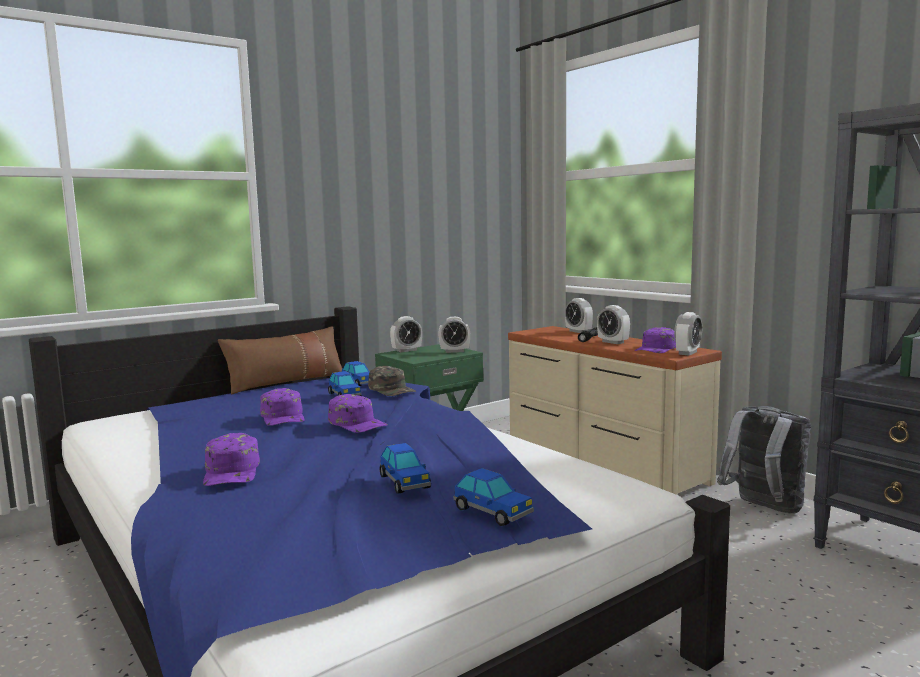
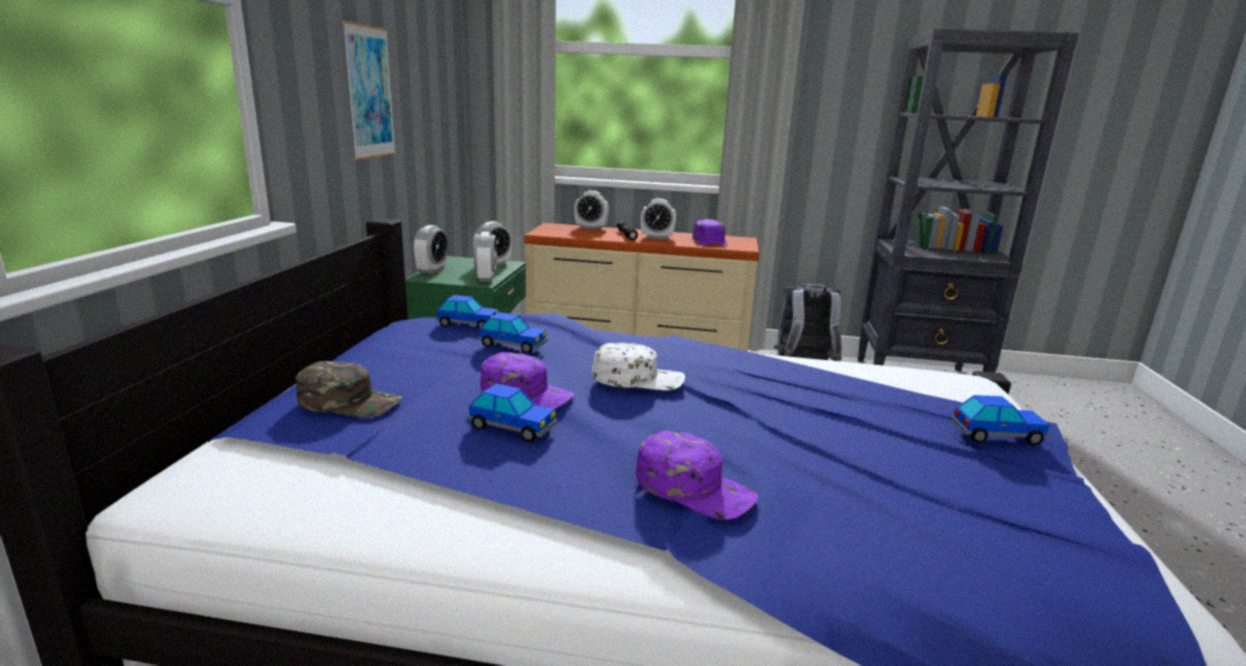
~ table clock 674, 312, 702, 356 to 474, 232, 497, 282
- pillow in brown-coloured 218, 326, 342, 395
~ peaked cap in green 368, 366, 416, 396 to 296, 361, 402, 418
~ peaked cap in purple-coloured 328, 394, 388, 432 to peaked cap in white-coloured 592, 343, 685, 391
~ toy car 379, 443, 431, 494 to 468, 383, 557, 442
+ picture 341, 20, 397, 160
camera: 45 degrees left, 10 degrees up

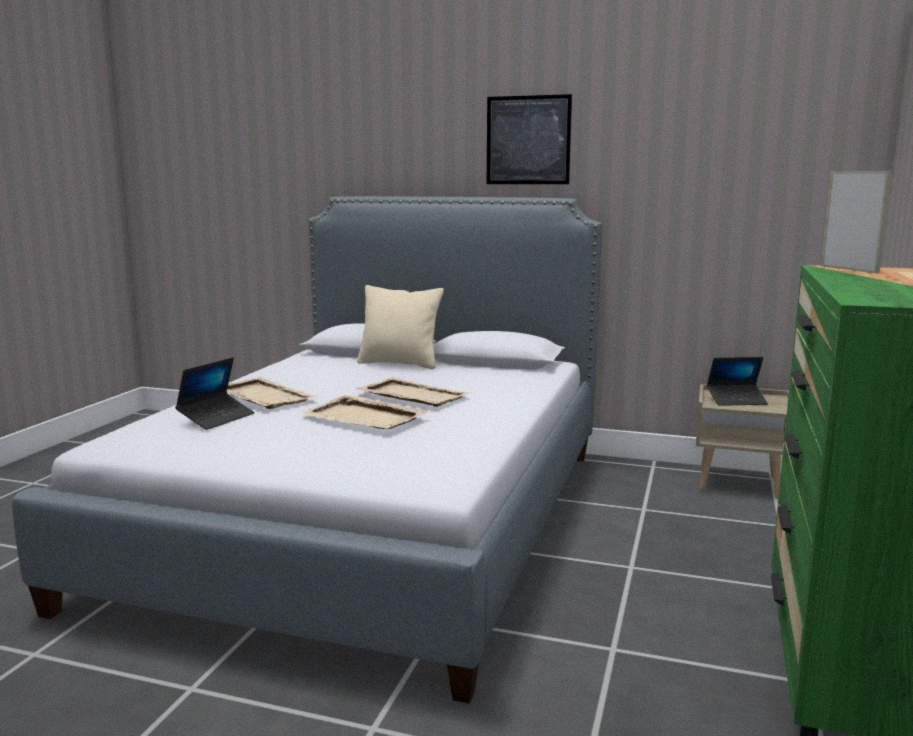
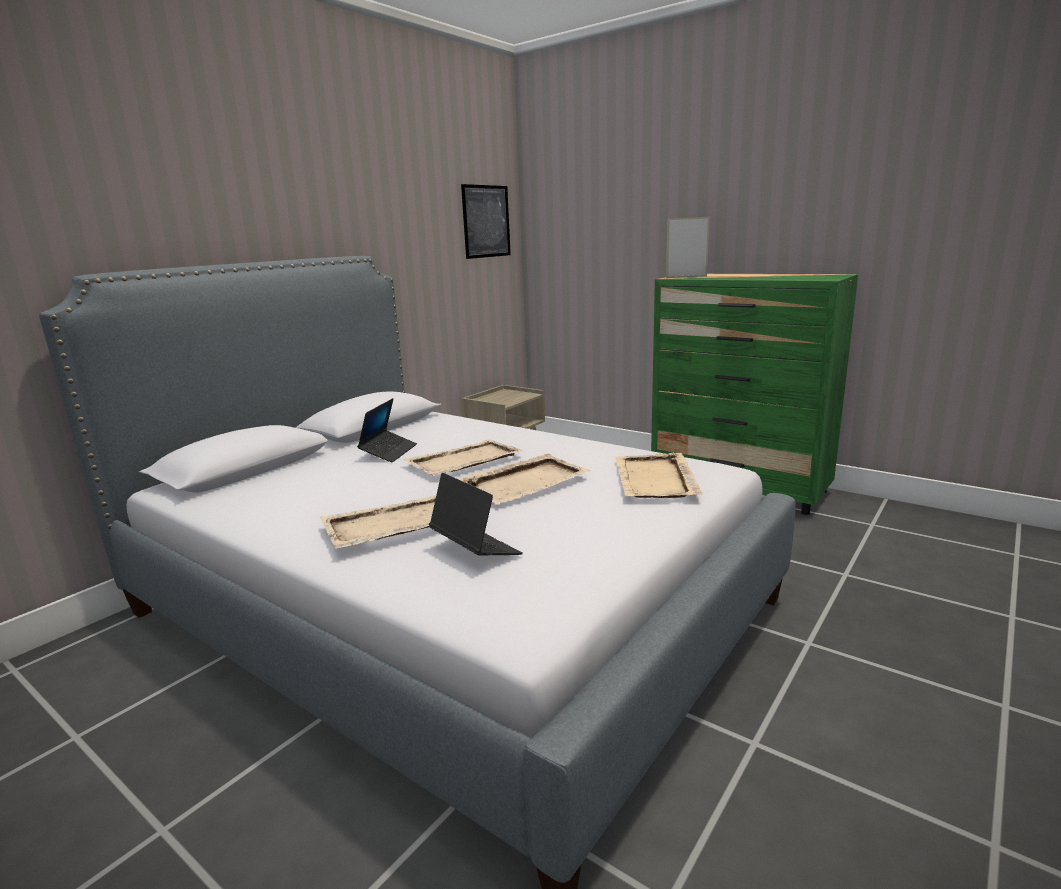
~ picture 487, 94, 572, 184 to 461, 184, 511, 259
- pillow in sand-coloured 357, 285, 444, 369
~ portable computer 707, 357, 768, 406 to 357, 398, 417, 462
+ carrying tray in sand-coloured 615, 453, 703, 498
camera: 70 degrees left, 5 degrees up

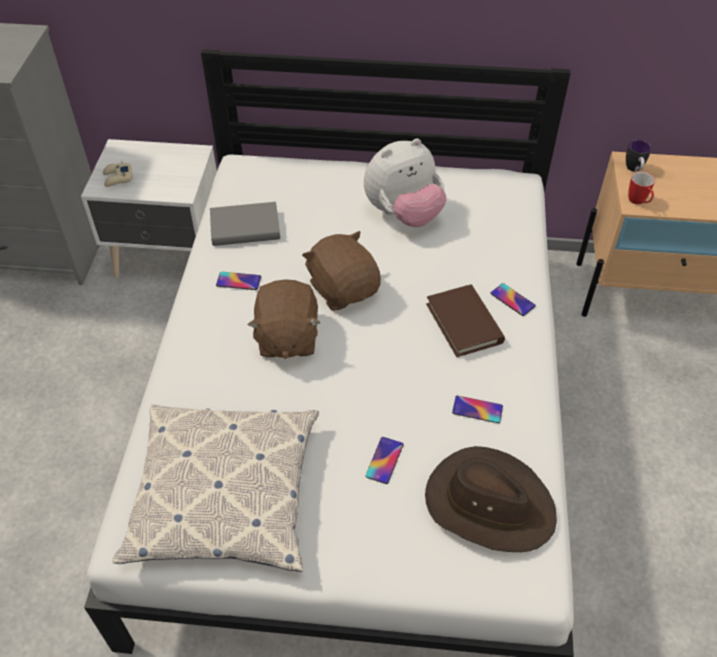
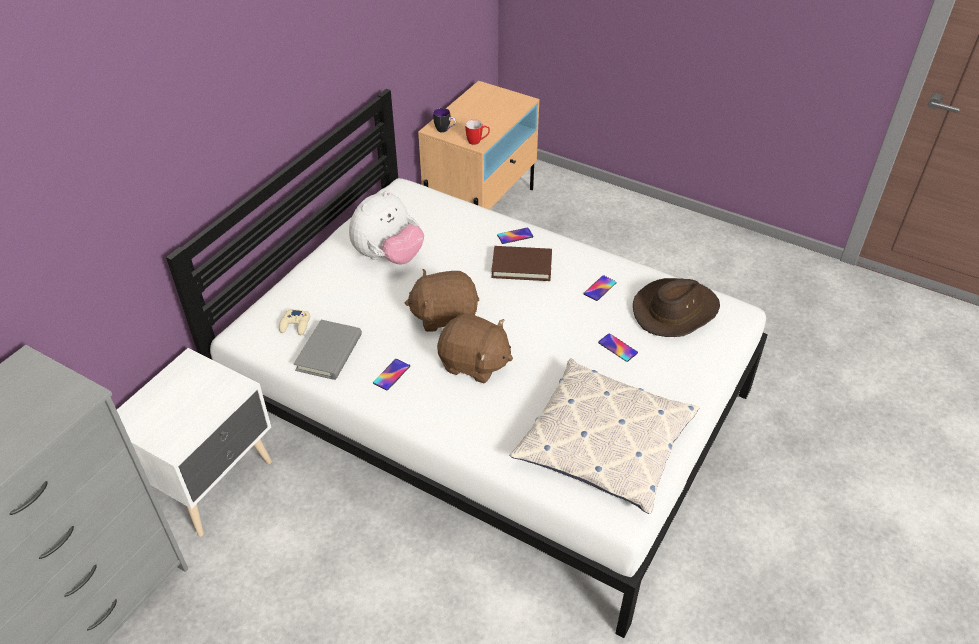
~ soft toy 364, 138, 446, 227 = 349, 190, 424, 264 45 degrees clockwise
~ gamepad in sand-coloured 103, 161, 133, 187 to 279, 309, 310, 335
camera: 65 degrees left, 5 degrees down

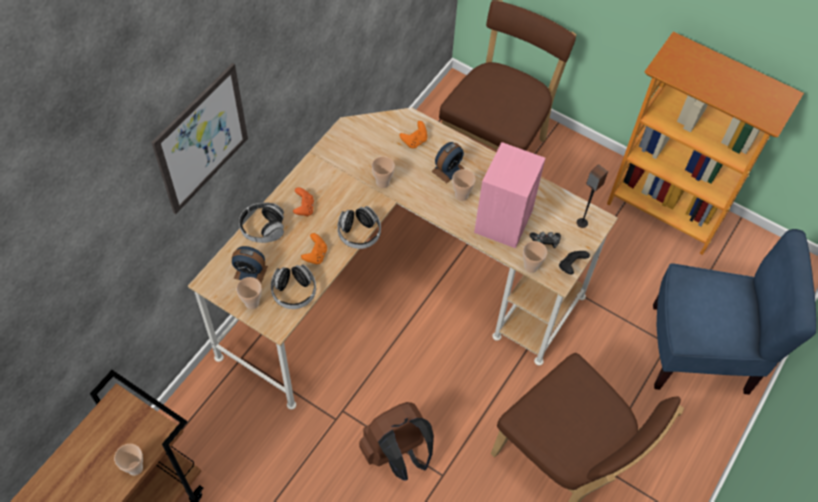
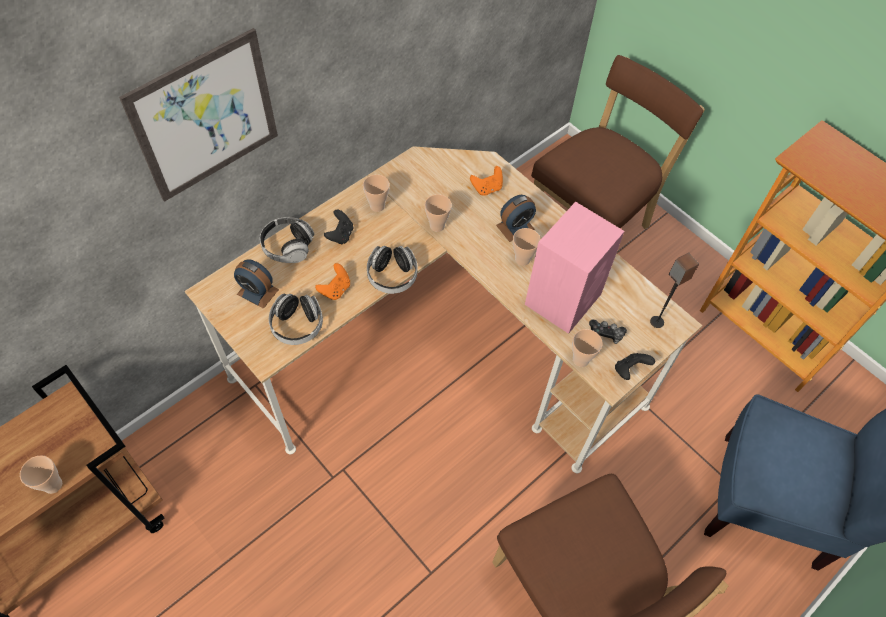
~ gamepad in orange-coloured 293, 187, 314, 216 to gamepad in blackish 324, 209, 353, 244
~ small cup 236, 277, 262, 309 to 363, 175, 390, 212
- backpack in brown-coloured 359, 402, 434, 480
camera: 15 degrees right, 0 degrees up

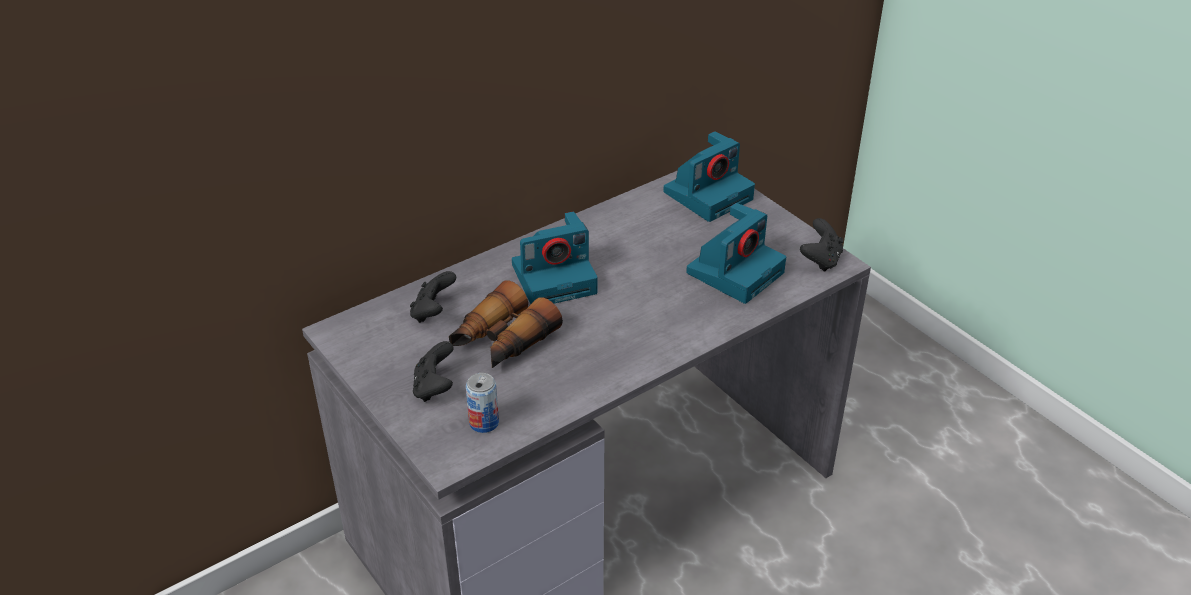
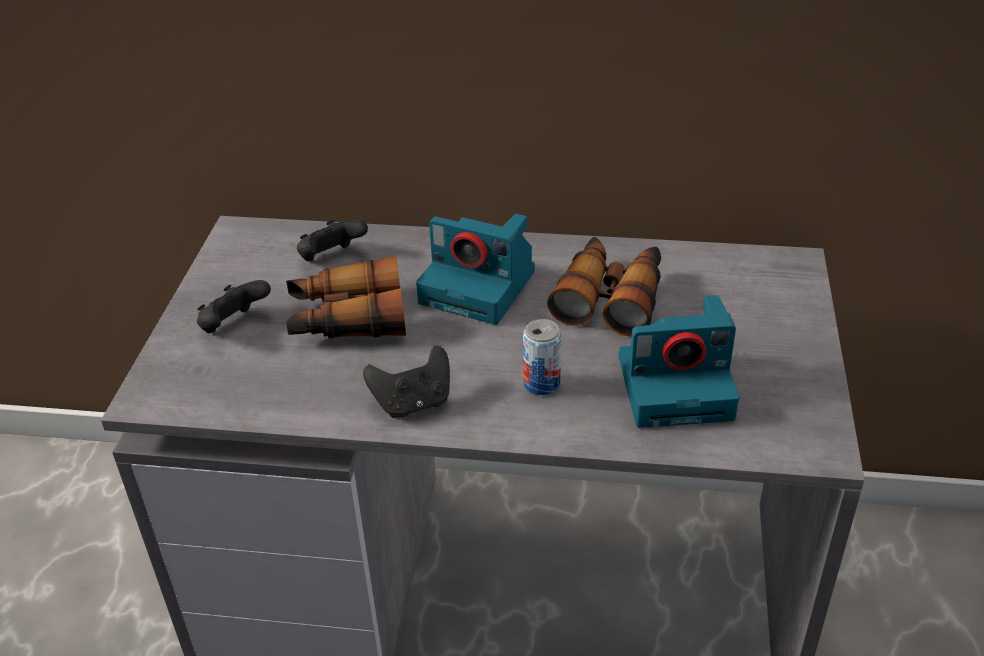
- still camera 663, 131, 755, 222
~ gamepad in blackish 800, 218, 843, 272 to 363, 346, 450, 418
~ sealed can 466, 373, 499, 433 to 523, 319, 561, 395
+ pair of binoculars 547, 237, 661, 336
camera: 45 degrees right, 0 degrees up

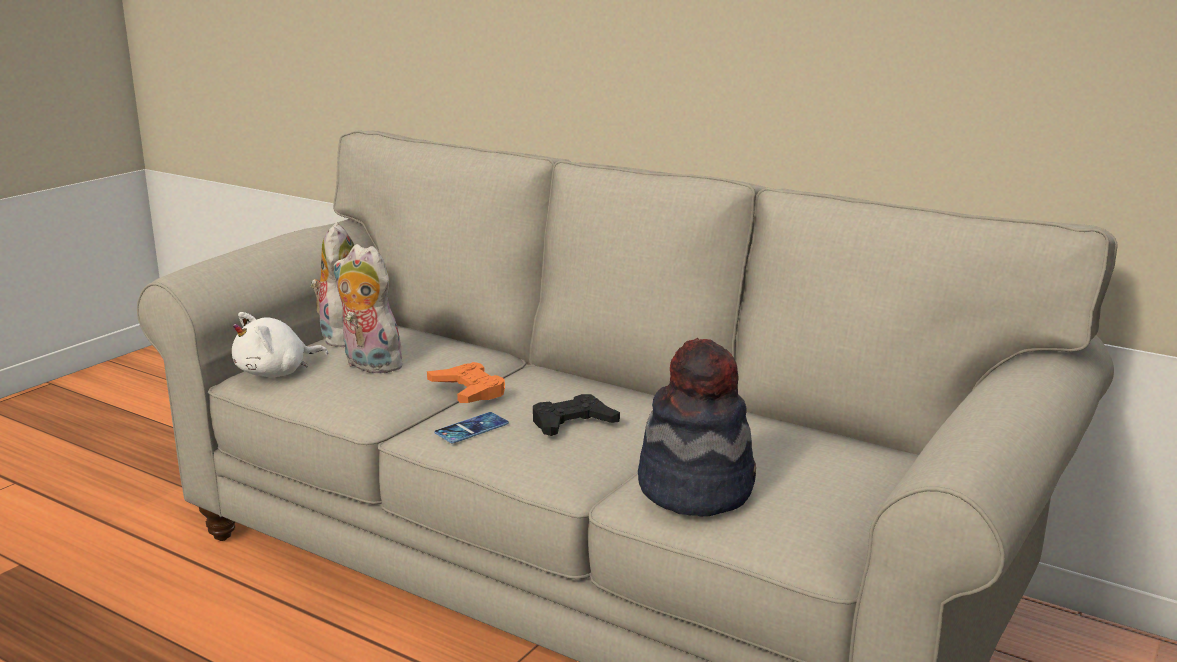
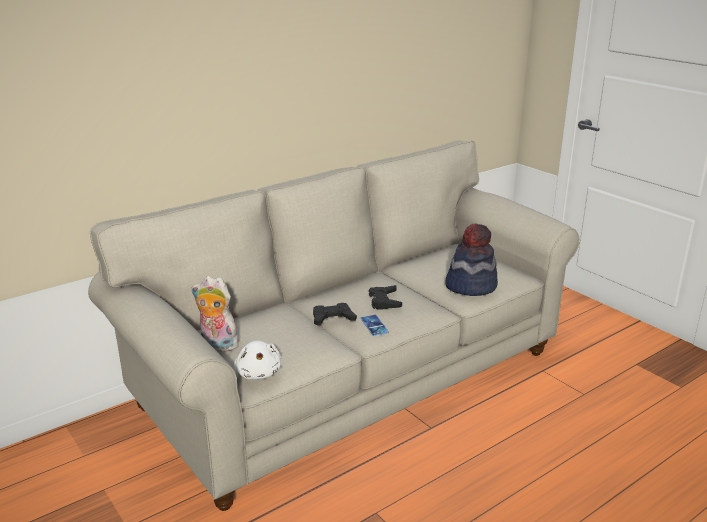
- soft toy 333, 244, 409, 373
~ gamepad in orange-coloured 427, 362, 505, 403 to gamepad in blackish 313, 303, 357, 325
camera: 70 degrees left, 5 degrees up

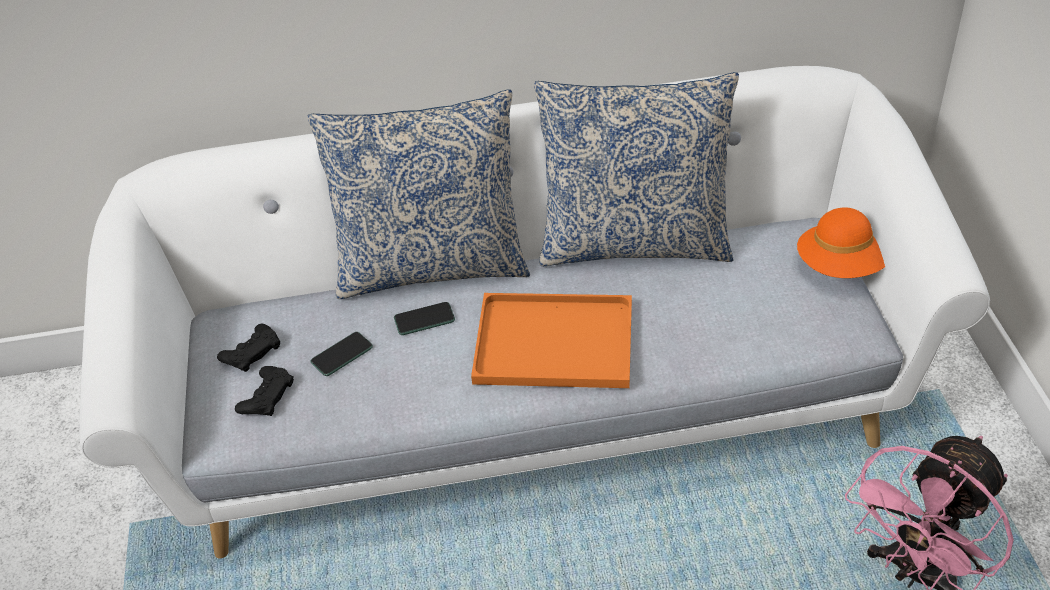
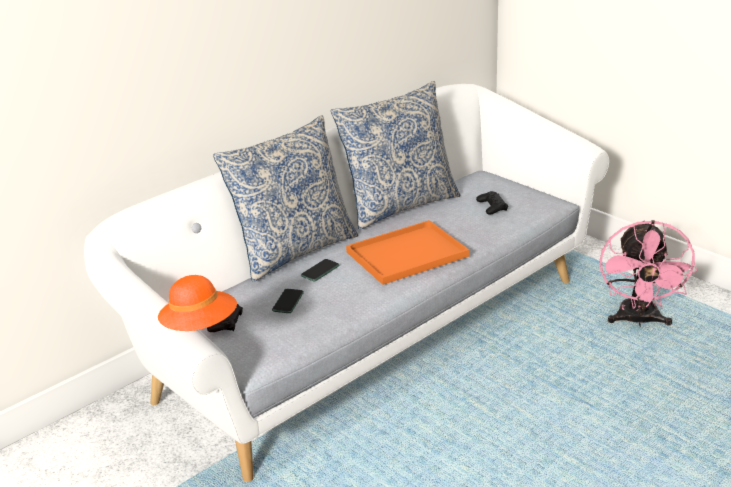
~ wearable hat in orange-coloured 797, 207, 885, 278 to 158, 275, 237, 331
~ gamepad in blackish 235, 366, 294, 416 to 476, 191, 508, 215
camera: 35 degrees left, 15 degrees down

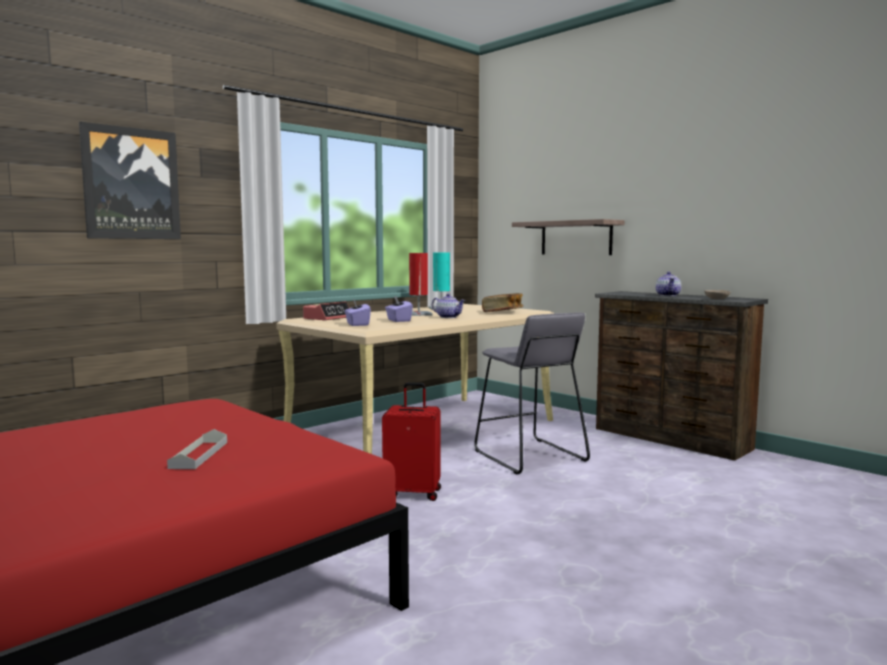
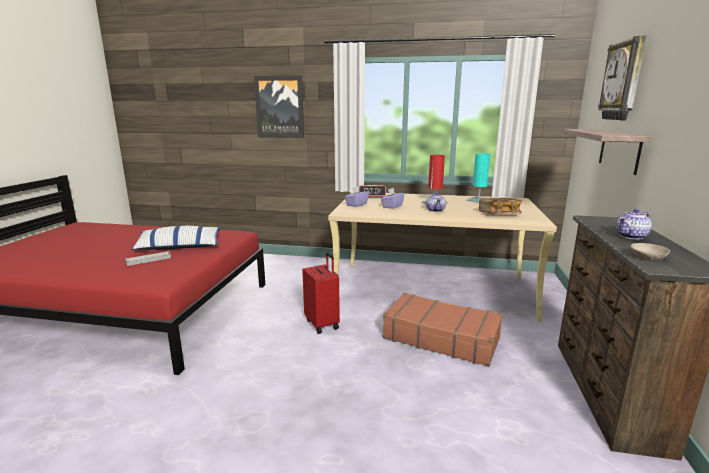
~ sitting stool in greyish 474, 313, 590, 474 to travel case in brown-coloured 383, 293, 503, 367
+ hanging clock 598, 35, 646, 121
+ pillow 131, 226, 221, 250
camera: 55 degrees right, 10 degrees up

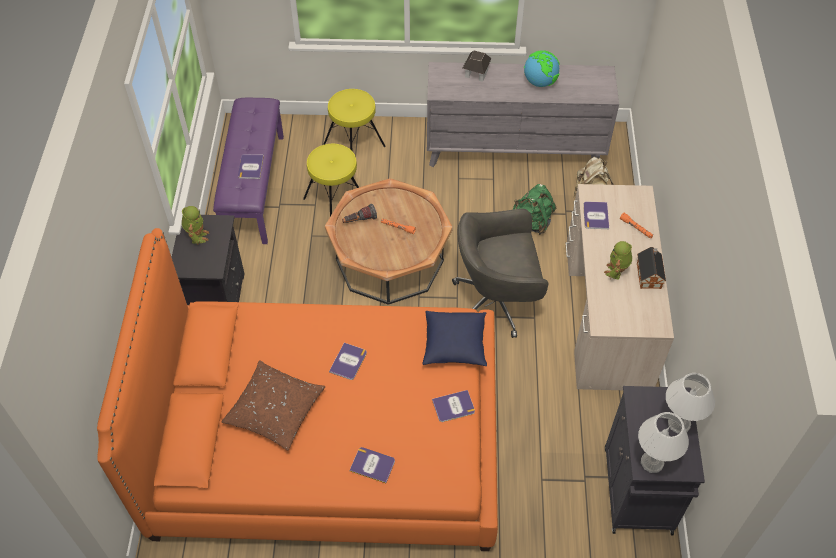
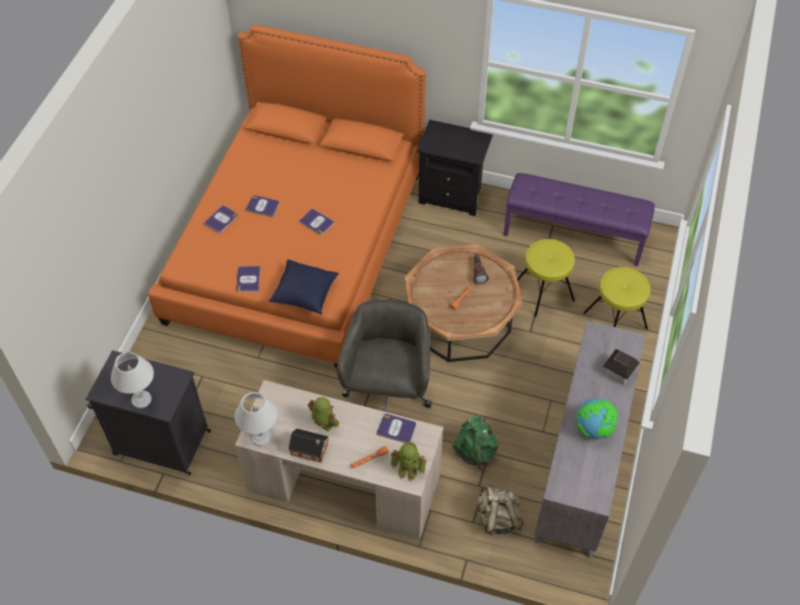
~ volume 238, 154, 264, 179 to 245, 195, 280, 218
~ model robot 182, 206, 209, 245 to 391, 442, 427, 481
- pillow in brown-coloured 221, 361, 325, 451
~ tabletop lamp in white-coloured 638, 412, 689, 473 to 235, 392, 278, 446
camera: 105 degrees right, 0 degrees up

